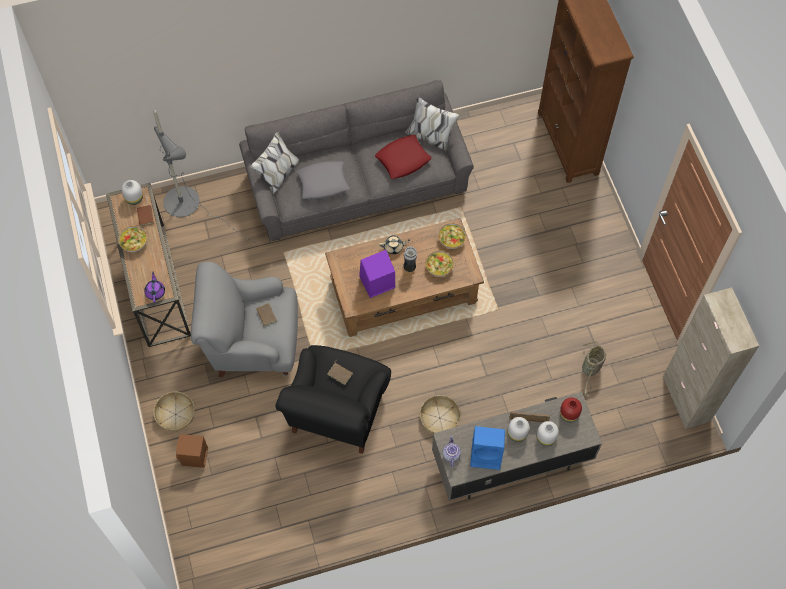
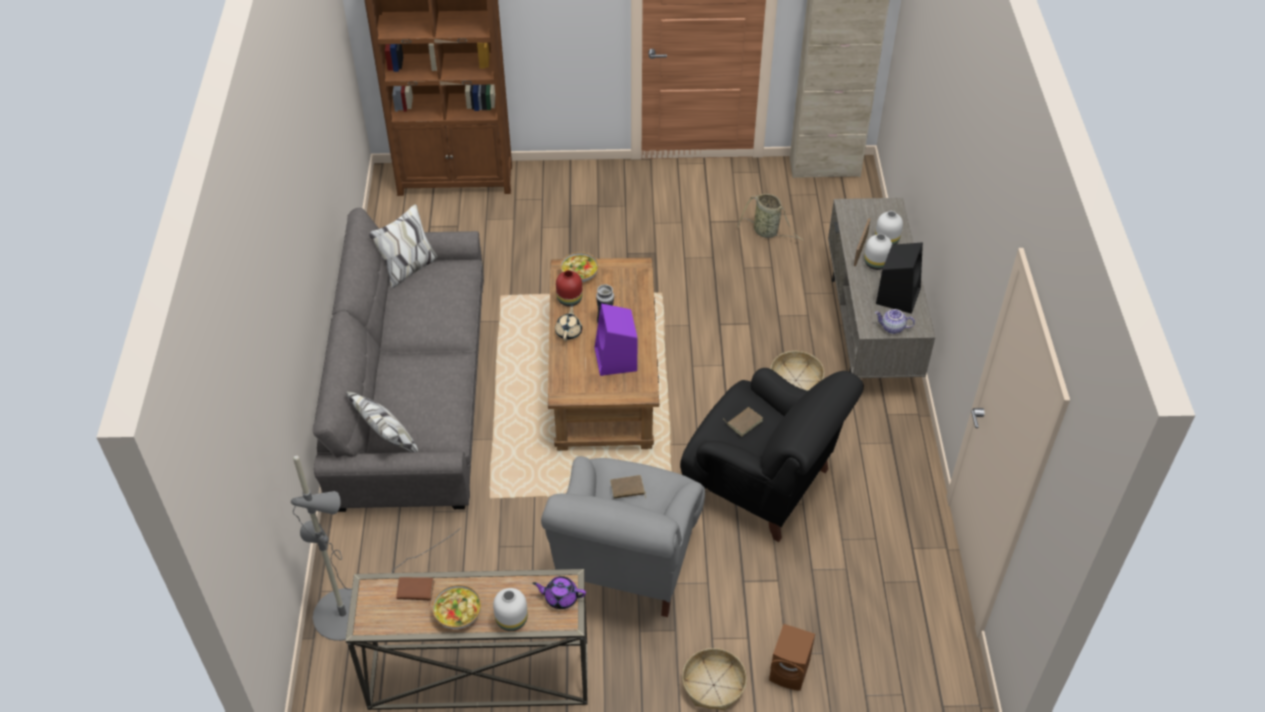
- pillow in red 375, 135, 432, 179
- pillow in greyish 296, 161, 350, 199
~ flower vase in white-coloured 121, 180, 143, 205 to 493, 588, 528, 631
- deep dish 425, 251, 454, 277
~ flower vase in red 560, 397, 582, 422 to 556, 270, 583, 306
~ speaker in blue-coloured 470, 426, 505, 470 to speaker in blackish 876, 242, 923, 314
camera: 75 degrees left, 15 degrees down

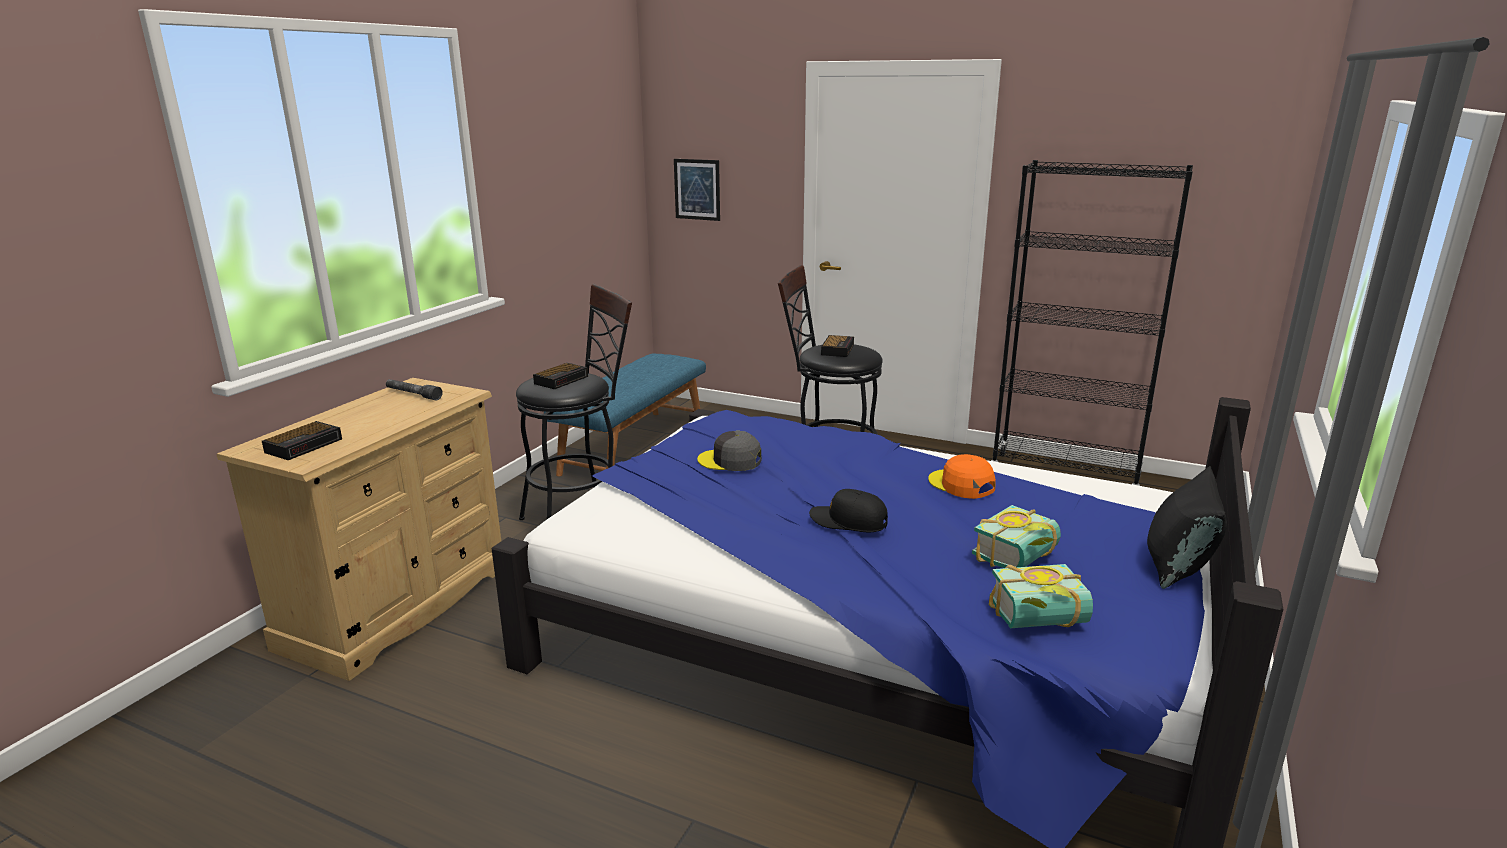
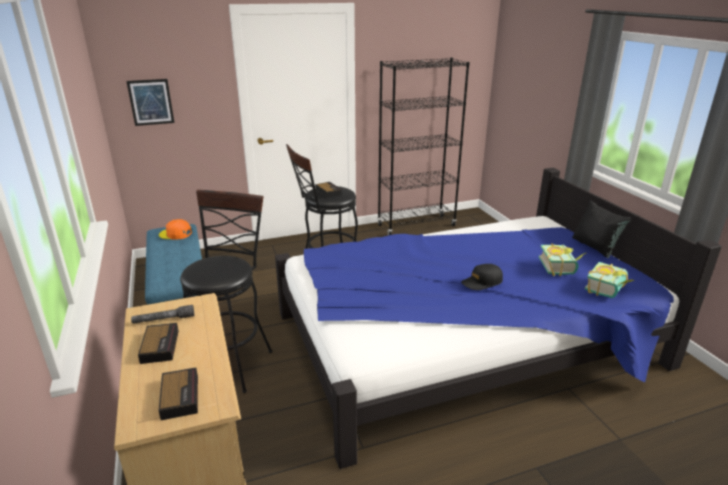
~ table clock 533, 363, 588, 389 to 138, 323, 179, 364
- peaked cap in greyish 697, 431, 762, 471
~ peaked cap in orange-coloured 928, 454, 996, 499 to 159, 219, 192, 240
camera: 45 degrees left, 5 degrees up

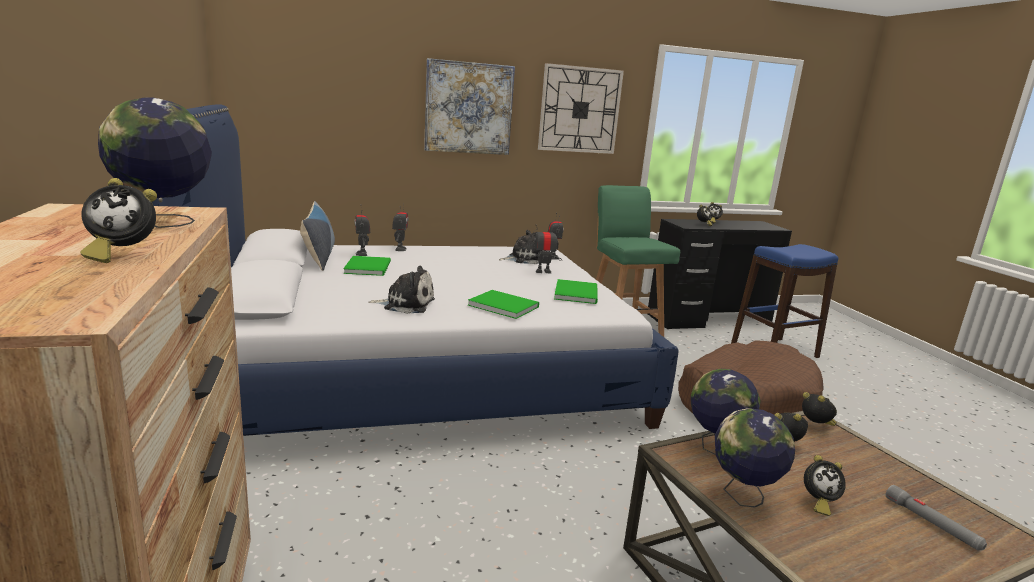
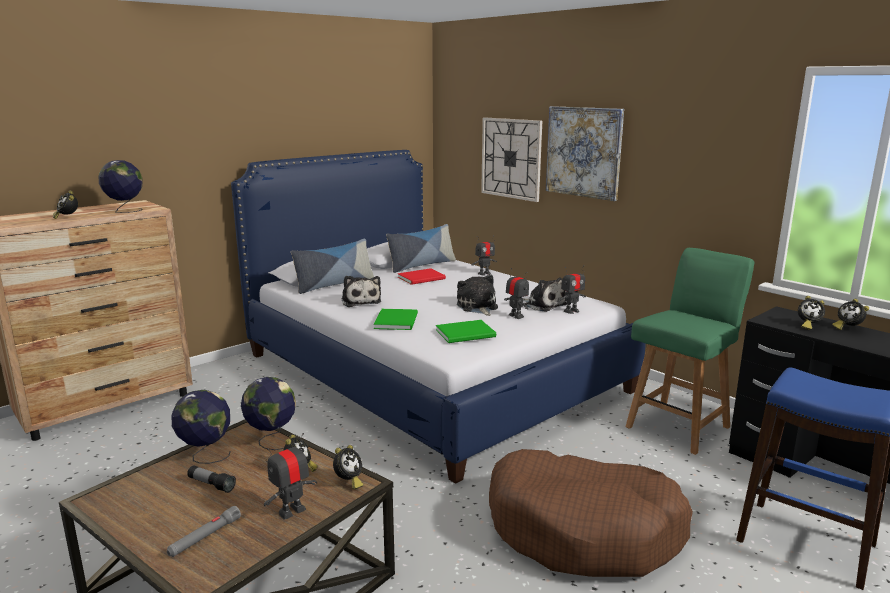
~ hanging clock 538, 63, 624, 154 to 481, 118, 542, 202
~ model robot 354, 210, 370, 256 to 264, 433, 317, 520
~ volume in green 343, 256, 391, 276 to volume in red 398, 268, 446, 285
~ table clock 804, 455, 846, 516 to torch 187, 465, 236, 493
+ pillow 291, 239, 374, 294
+ soft toy 457, 275, 498, 316
camera: 65 degrees right, 0 degrees up

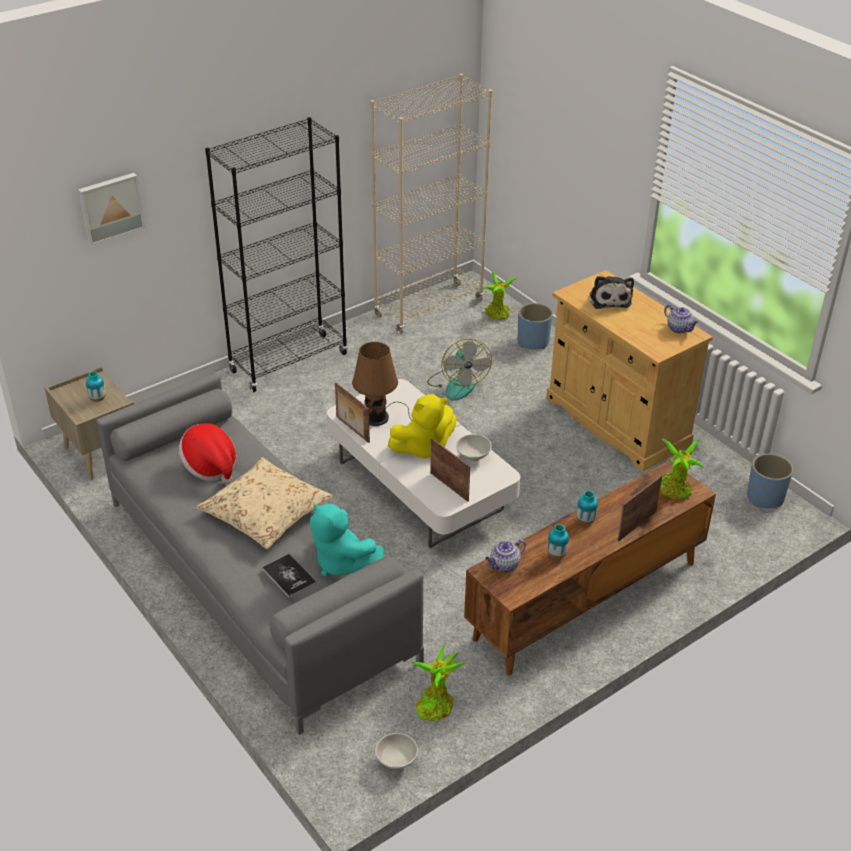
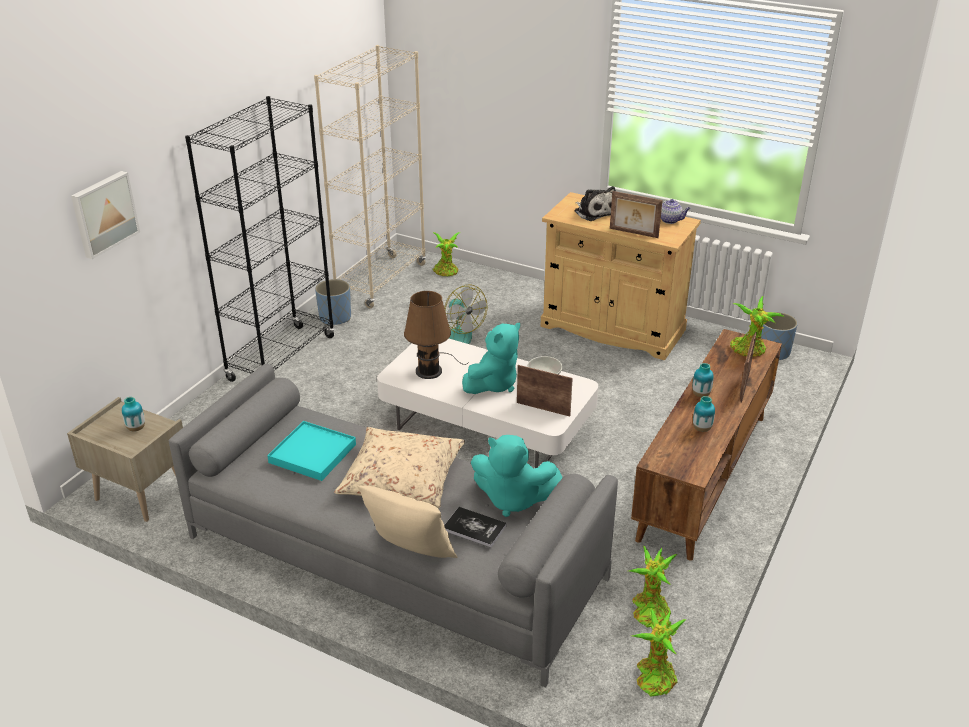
~ planter in blue-coloured 518, 303, 553, 349 to 315, 279, 351, 326
~ standing frame 335, 383, 370, 443 to 610, 191, 663, 238
~ soft toy in yellow-coloured 388, 394, 457, 458 to soft toy in blue-green 462, 323, 520, 394
~ wearable hat 179, 423, 236, 484 to carrying tray in blue-green 267, 421, 356, 481
- tea pot 485, 540, 526, 572
~ deep dish in white-coloured 375, 733, 418, 769 to houseplant 632, 608, 687, 696
+ pillow in sand-coloured 357, 486, 457, 558
camera: 25 degrees left, 5 degrees down

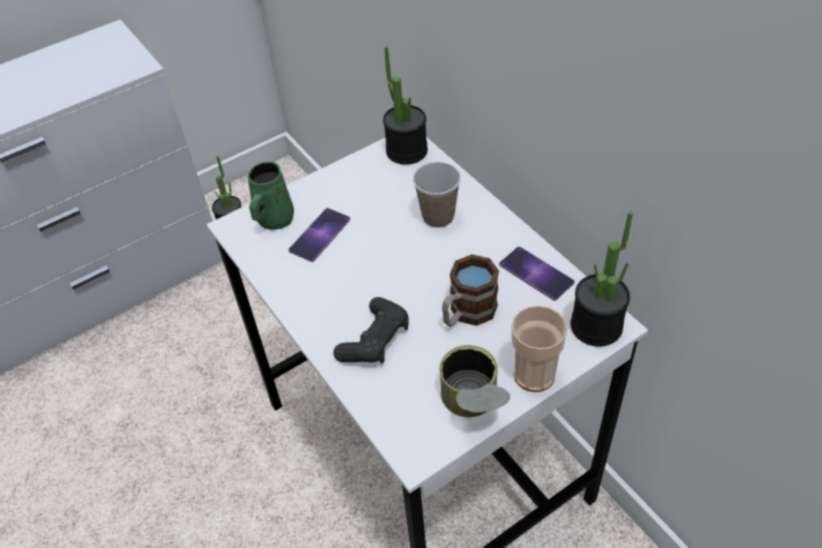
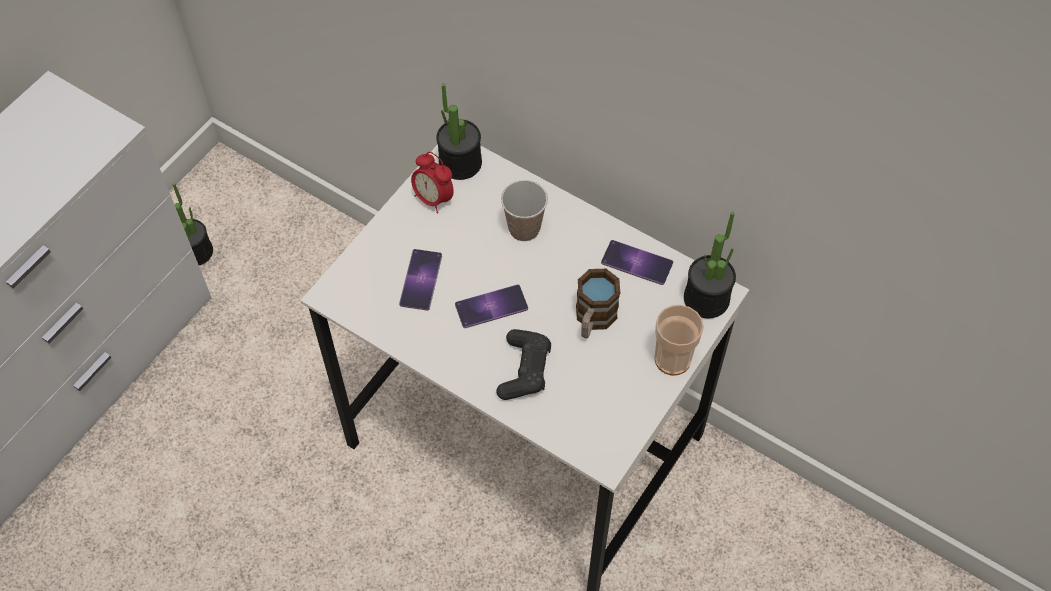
- tea mug in green 247, 161, 294, 230
- sealed can 439, 345, 510, 417
+ table clock 411, 152, 454, 213
+ telephone 455, 284, 528, 328
camera: 25 degrees left, 10 degrees up

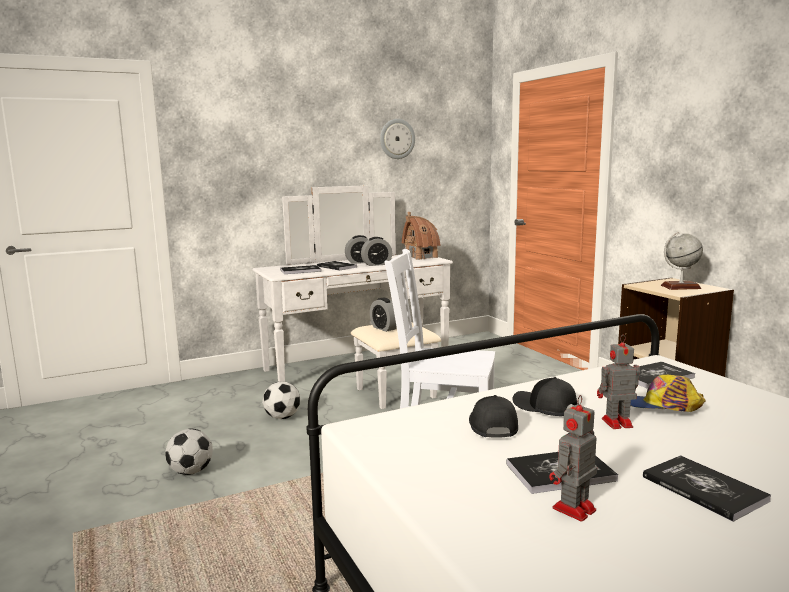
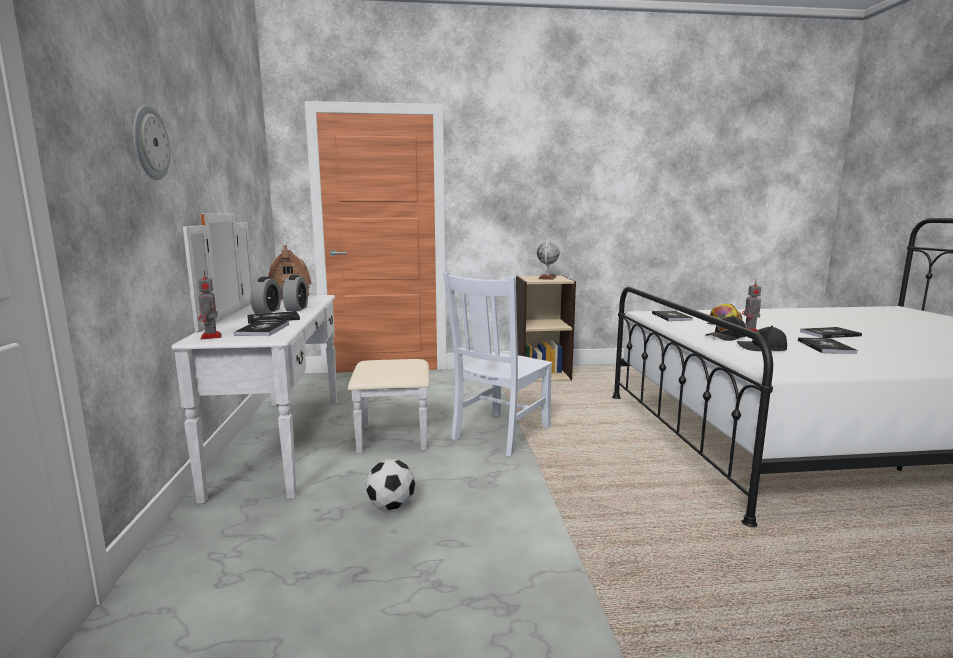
~ hanging clock 380, 119, 415, 159 to 133, 105, 170, 180
- table clock 370, 298, 397, 332
~ model robot 549, 395, 597, 522 to 198, 272, 222, 339
- football ball 165, 429, 213, 475
camera: 70 degrees left, 0 degrees up

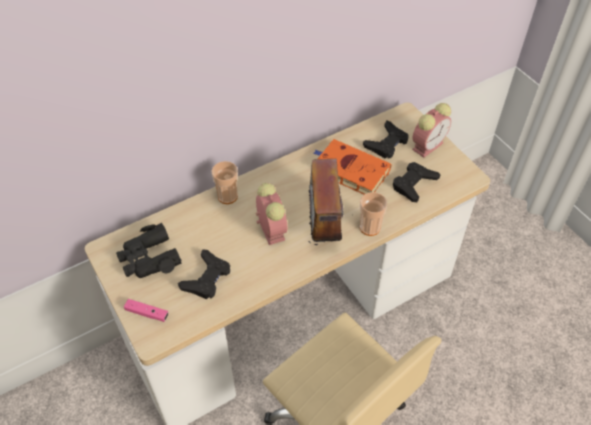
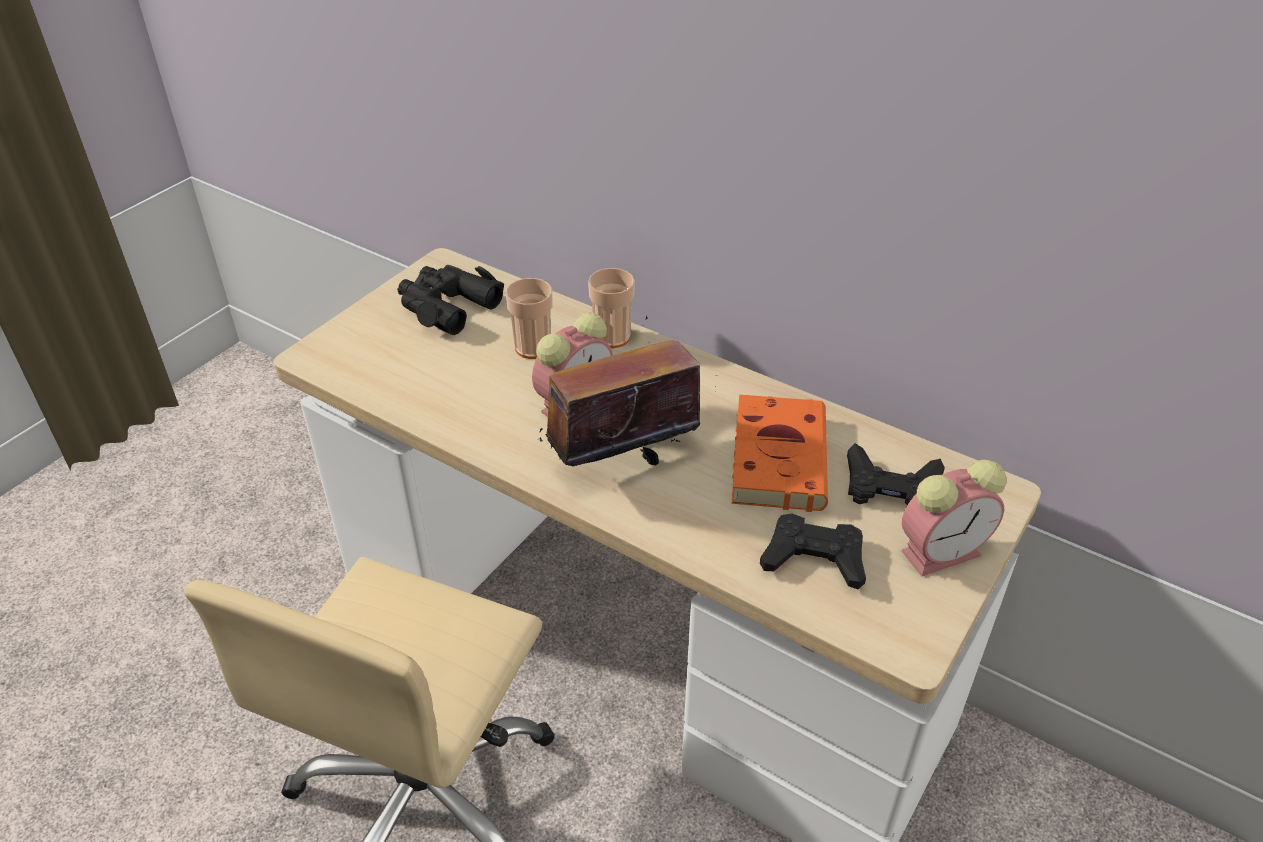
~ table clock 412, 103, 451, 158 = 902, 460, 1006, 576 45 degrees counterclockwise
~ small cup 360, 192, 387, 236 to 506, 278, 553, 359
- gamepad in blackish 178, 249, 230, 299
- gamepad in pinkish 124, 299, 168, 322
camera: 65 degrees right, 10 degrees down

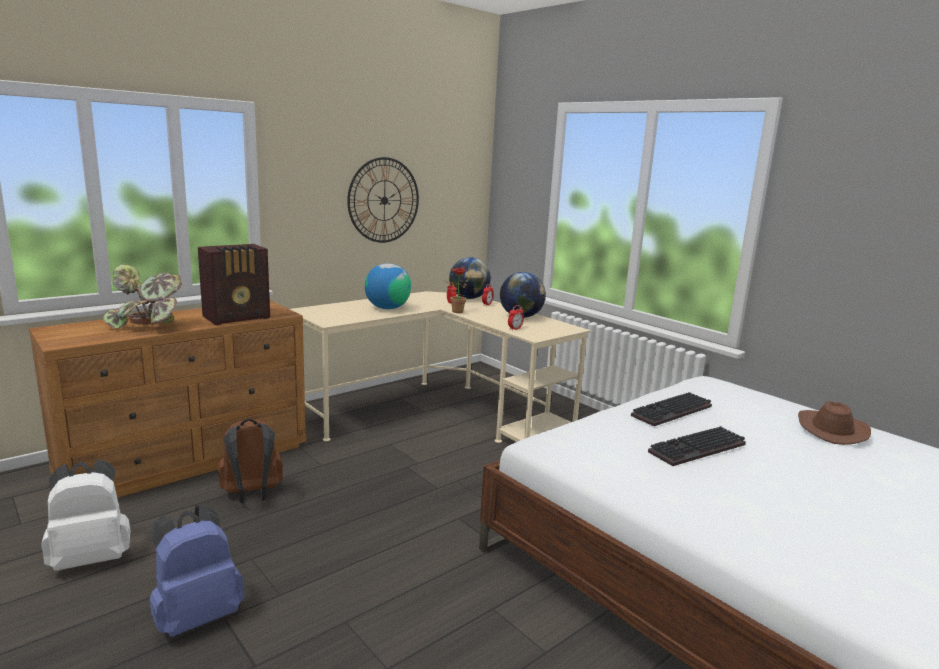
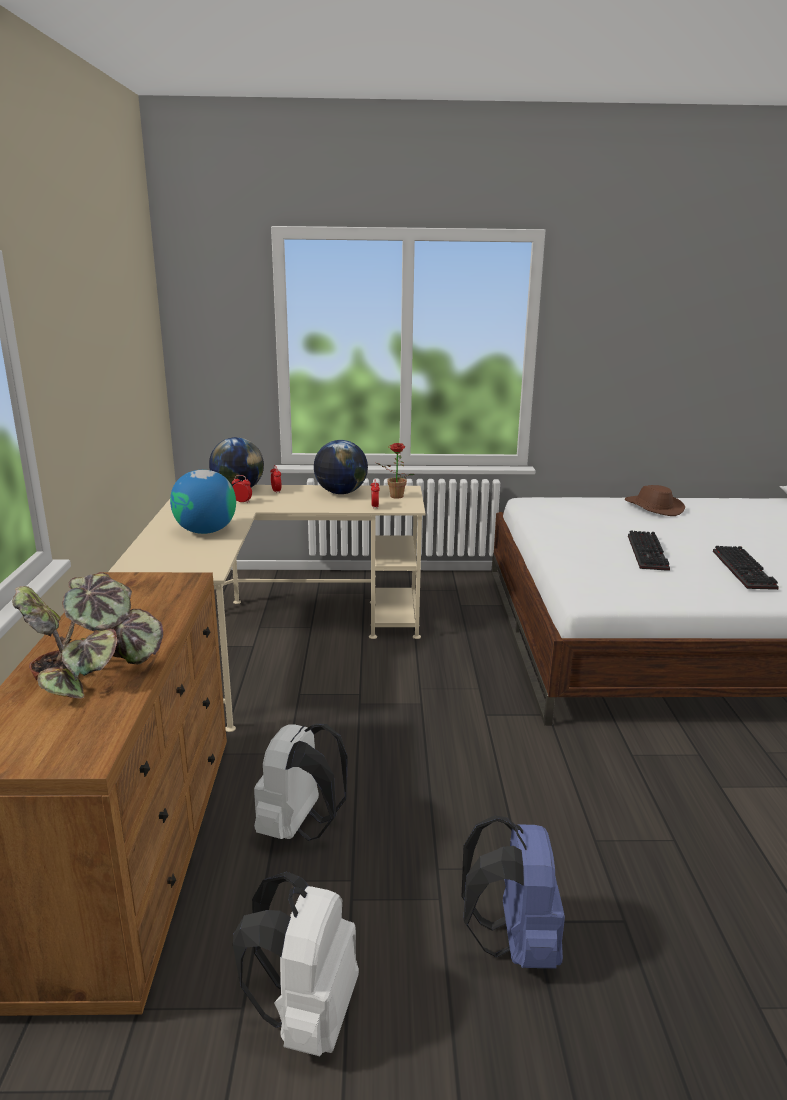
- hanging clock 347, 157, 419, 243
- radio receiver 198, 244, 270, 325
~ houseplant 444, 268, 469, 313 to 376, 443, 415, 499
~ computer keyboard 631, 392, 712, 426 to 713, 546, 779, 590
~ backpack in brown-coloured 218, 419, 283, 504 to backpack in white-coloured 254, 723, 348, 841
camera: 50 degrees left, 5 degrees up

